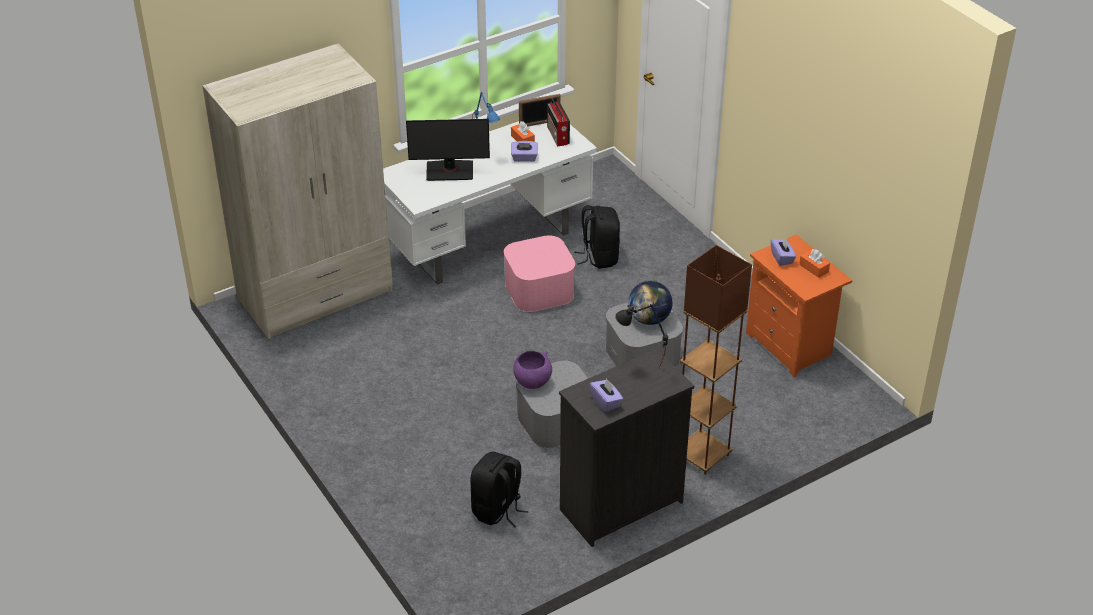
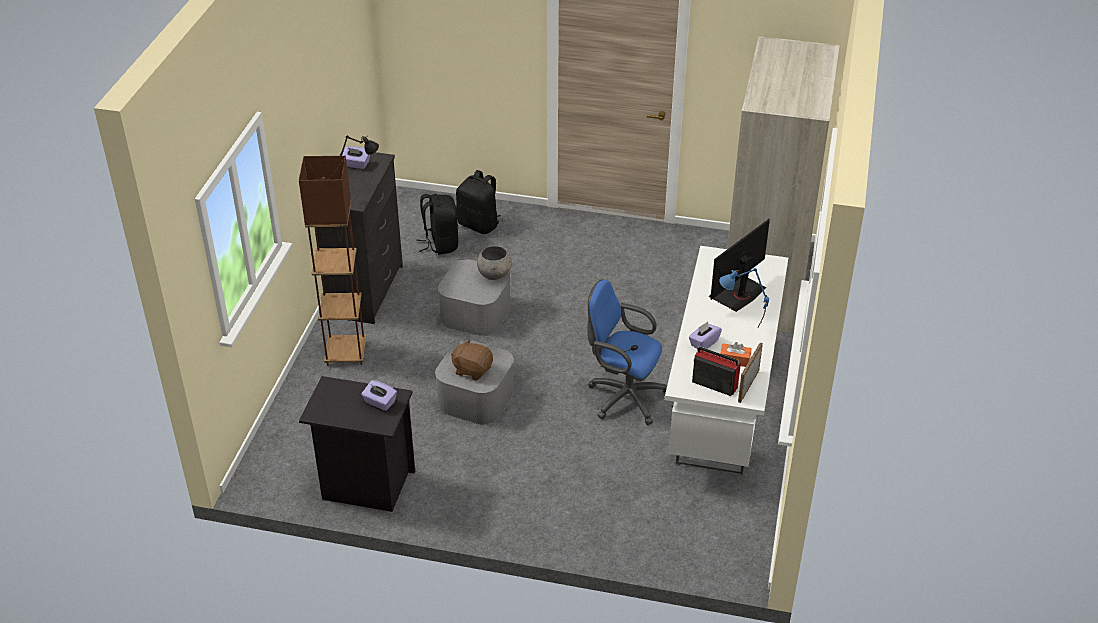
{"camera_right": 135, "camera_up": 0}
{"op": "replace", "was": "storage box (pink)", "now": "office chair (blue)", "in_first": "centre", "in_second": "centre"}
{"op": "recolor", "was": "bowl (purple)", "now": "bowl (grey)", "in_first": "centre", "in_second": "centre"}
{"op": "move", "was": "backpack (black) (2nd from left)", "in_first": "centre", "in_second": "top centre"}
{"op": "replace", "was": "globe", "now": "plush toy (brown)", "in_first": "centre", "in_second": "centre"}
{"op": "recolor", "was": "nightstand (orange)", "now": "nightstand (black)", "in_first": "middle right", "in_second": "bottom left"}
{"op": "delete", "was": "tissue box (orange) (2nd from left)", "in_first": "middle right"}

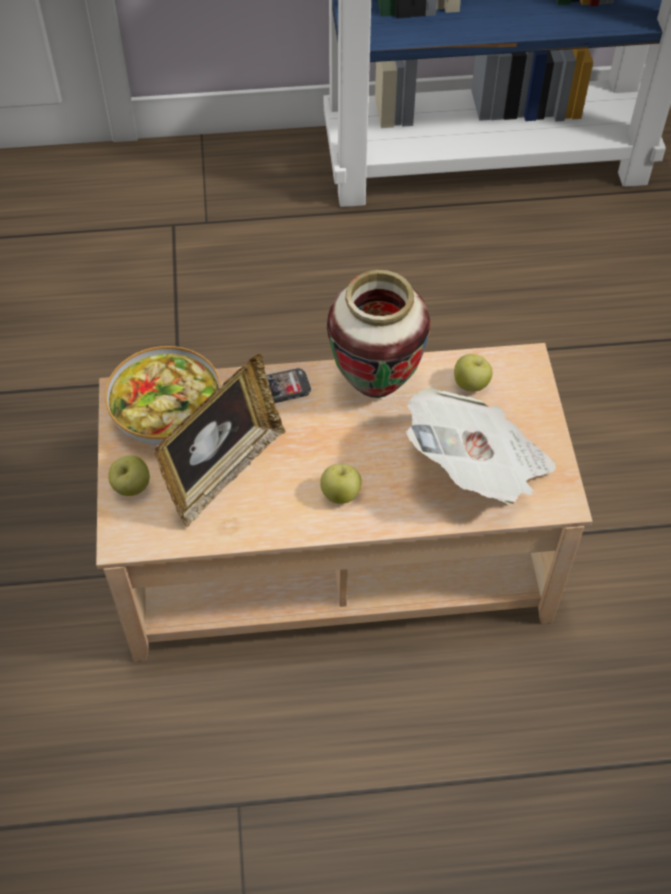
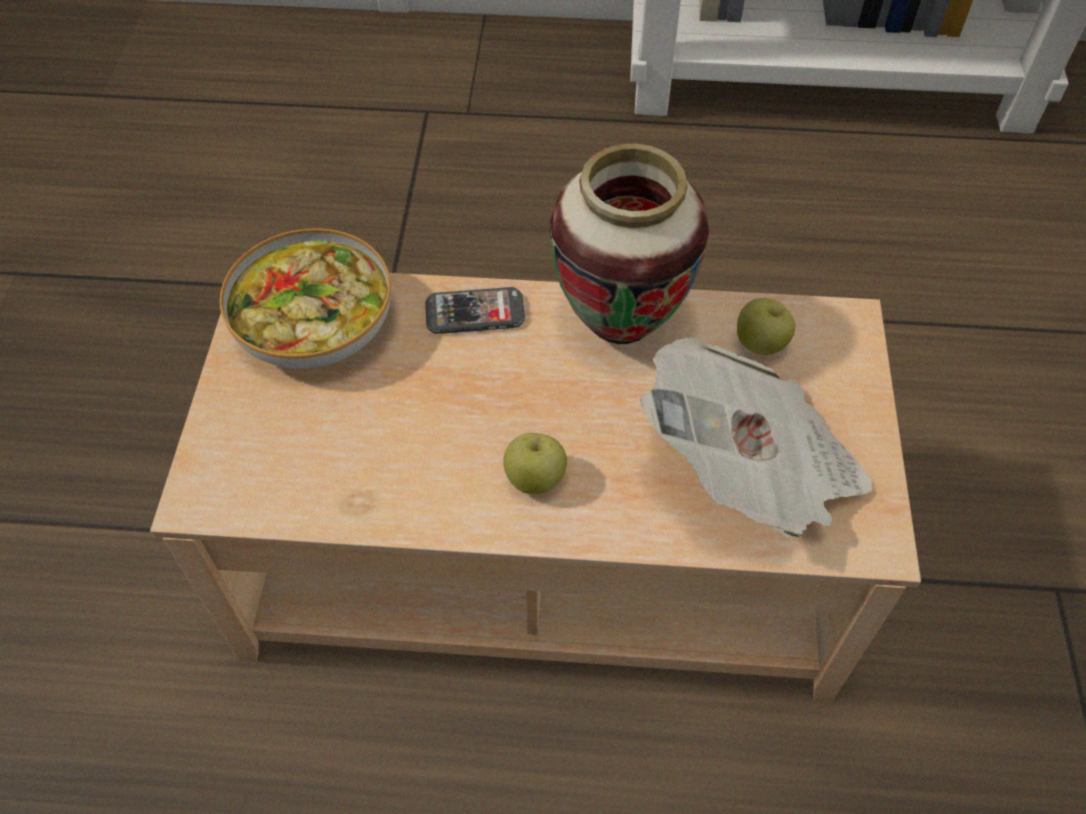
{"camera_right": 10, "camera_up": 0}
{"op": "delete", "was": "apple (1st from left)", "in_first": "middle left"}
{"op": "delete", "was": "picture frame", "in_first": "middle left"}

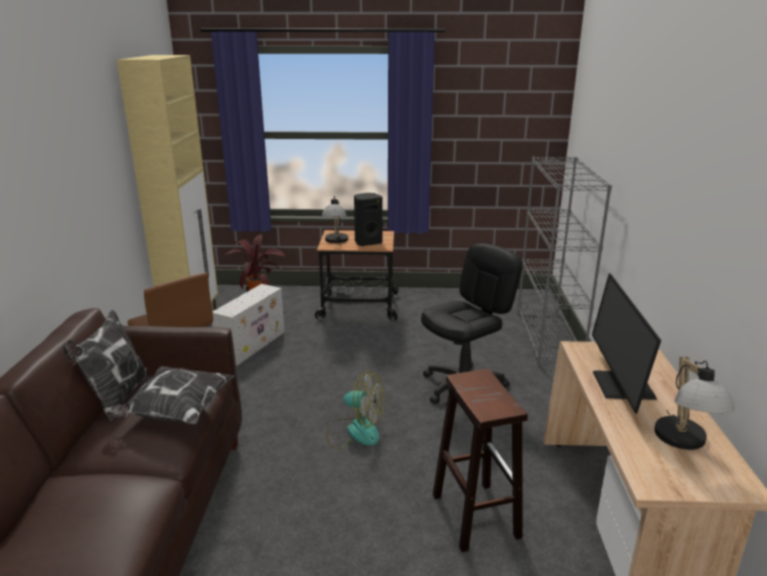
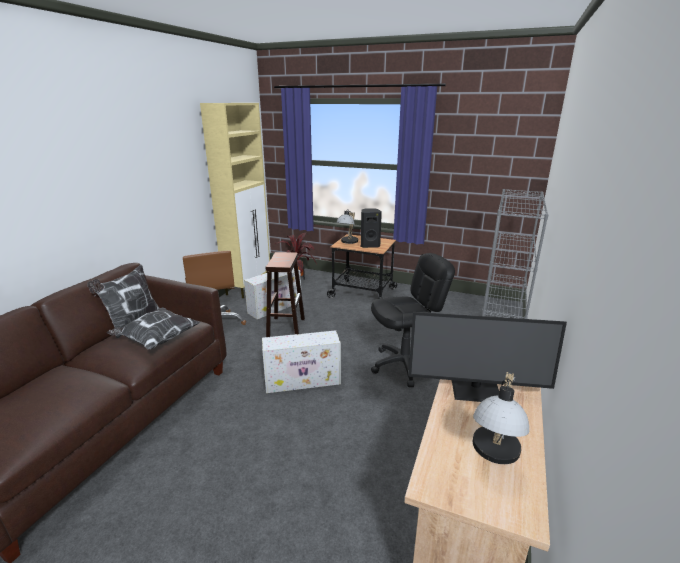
{"camera_right": 20, "camera_up": 0}
{"op": "replace", "was": "fan", "now": "storage box (white) (2nd from left)", "in_first": "bottom centre", "in_second": "centre"}
{"op": "move", "was": "stool (brown)", "in_first": "bottom centre", "in_second": "centre"}
{"op": "rotate", "was": "monitor", "in_first": "middle right", "in_second": "middle right", "clockwise": -105}

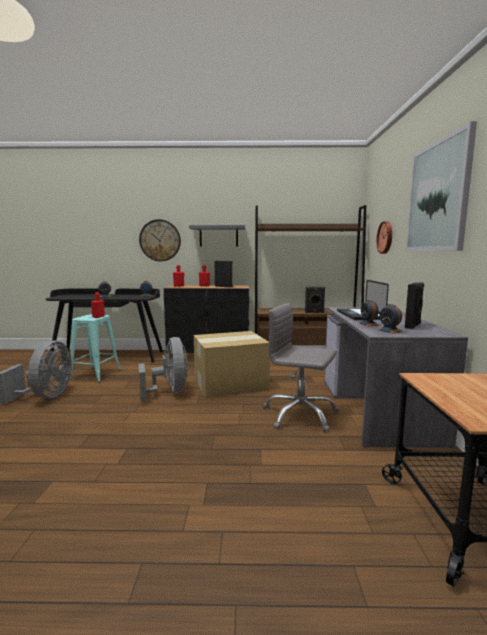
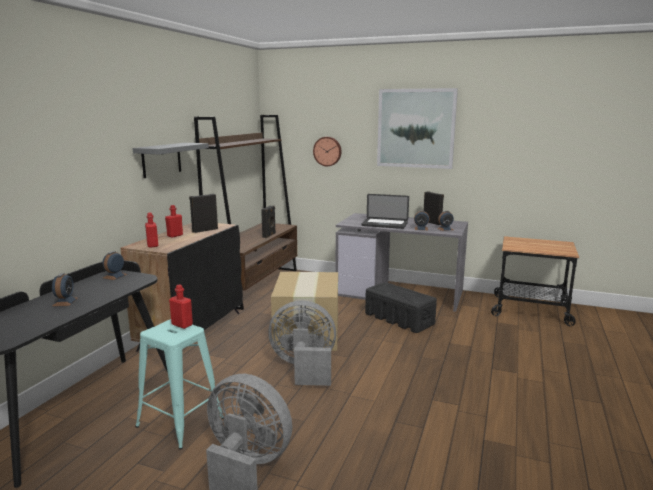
{"camera_right": -70, "camera_up": 5}
{"op": "delete", "was": "wall clock (1st from left)", "in_first": "middle left"}
{"op": "replace", "was": "office chair (grey)", "now": "storage box (black)", "in_first": "centre", "in_second": "centre"}

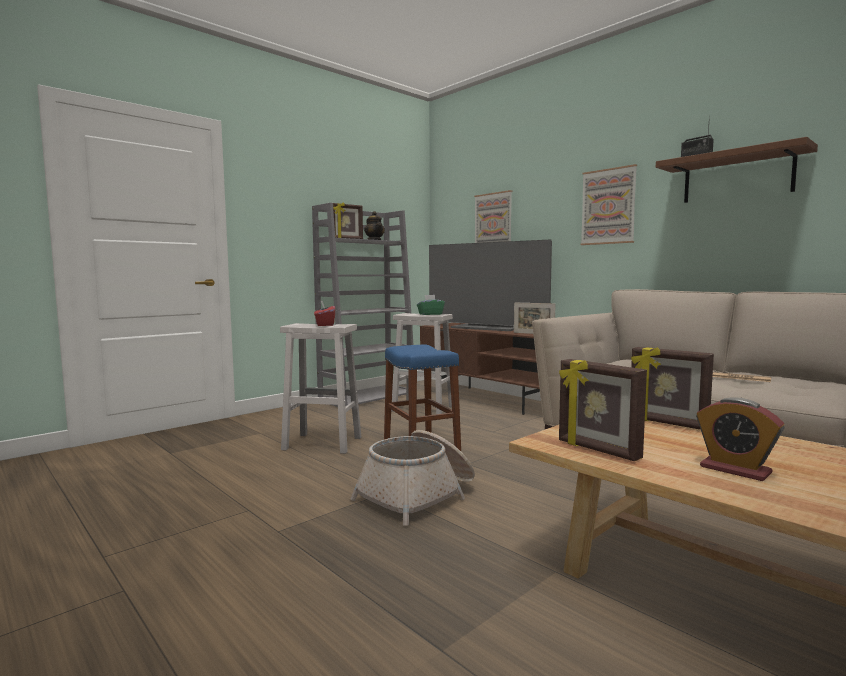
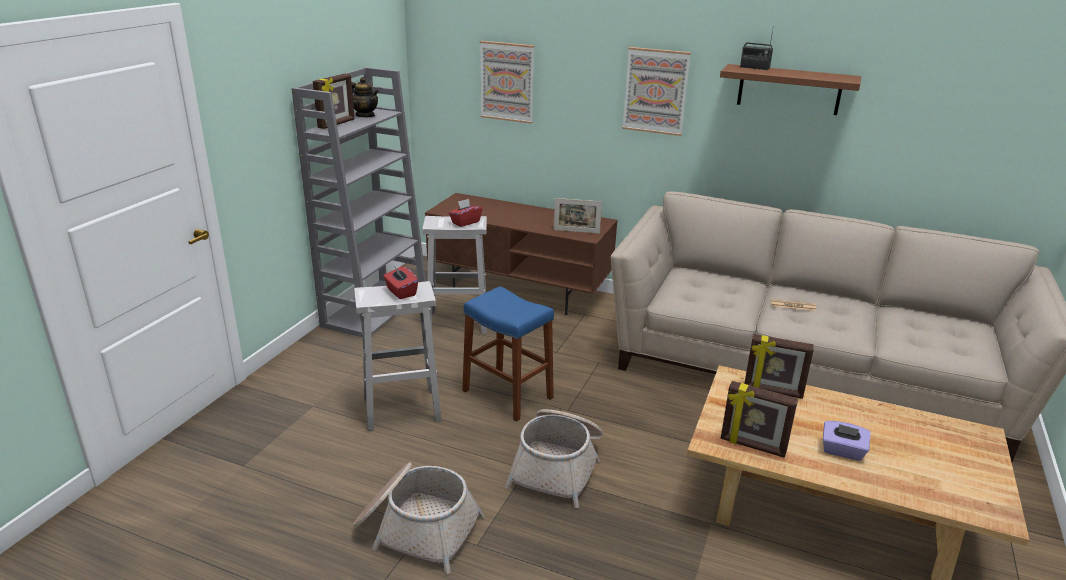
{"camera_right": -25, "camera_up": 20}
{"op": "recolor", "was": "tissue box (green)", "now": "tissue box (red) (2nd from left)", "in_first": "centre", "in_second": "centre"}
{"op": "delete", "was": "television", "in_first": "centre"}
{"op": "replace", "was": "alarm clock", "now": "tissue box (purple)", "in_first": "middle right", "in_second": "bottom right"}
{"op": "insert", "now": "basket (1st from left)", "in_second": "bottom centre"}

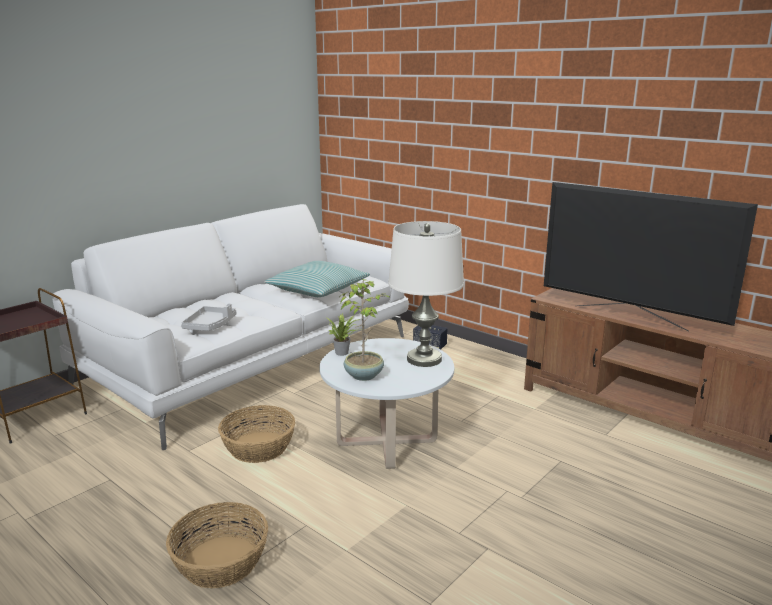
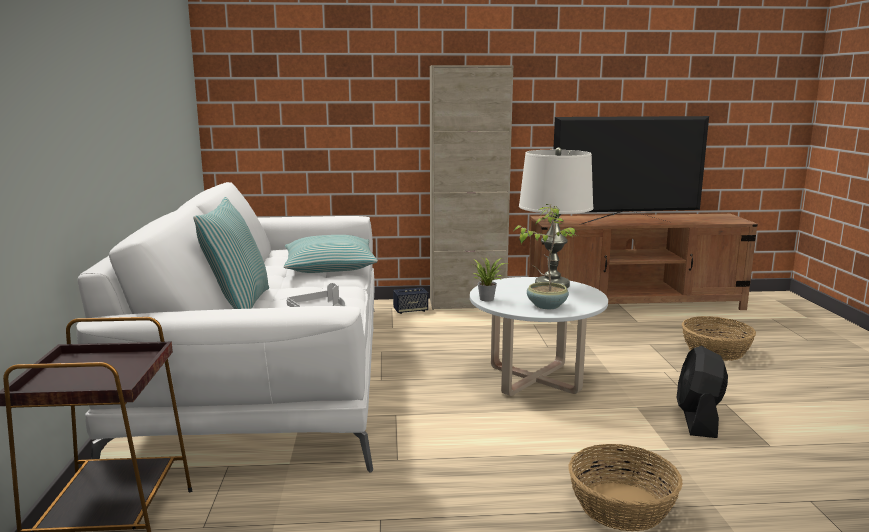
{"camera_right": -45, "camera_up": -5}
{"op": "move", "was": "basket (2nd from left)", "in_first": "bottom left", "in_second": "middle right"}
{"op": "insert", "now": "pillow (1st from left)", "in_second": "middle left"}
{"op": "insert", "now": "cabinet (beige)", "in_second": "centre"}
{"op": "insert", "now": "fan (black)", "in_second": "bottom right"}

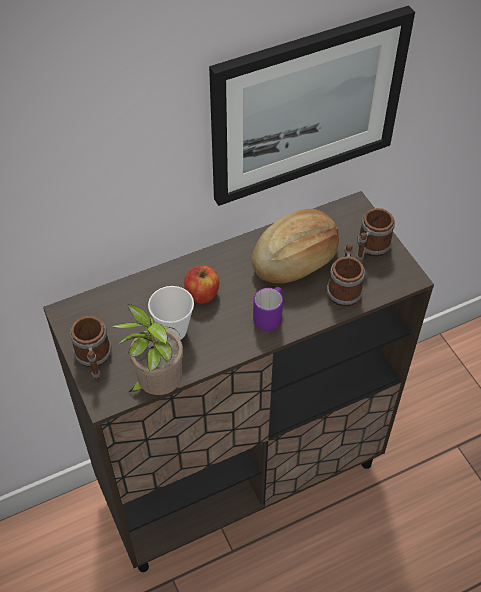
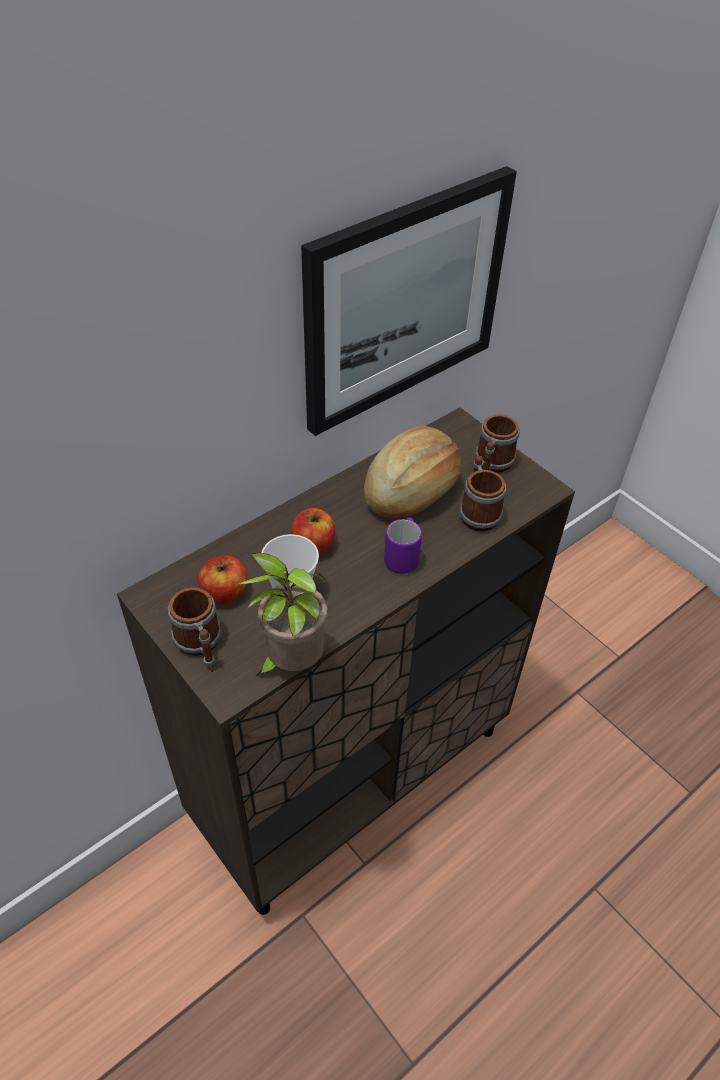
{"camera_right": -15, "camera_up": -5}
{"op": "insert", "now": "apple (1st from left)", "in_second": "middle left"}

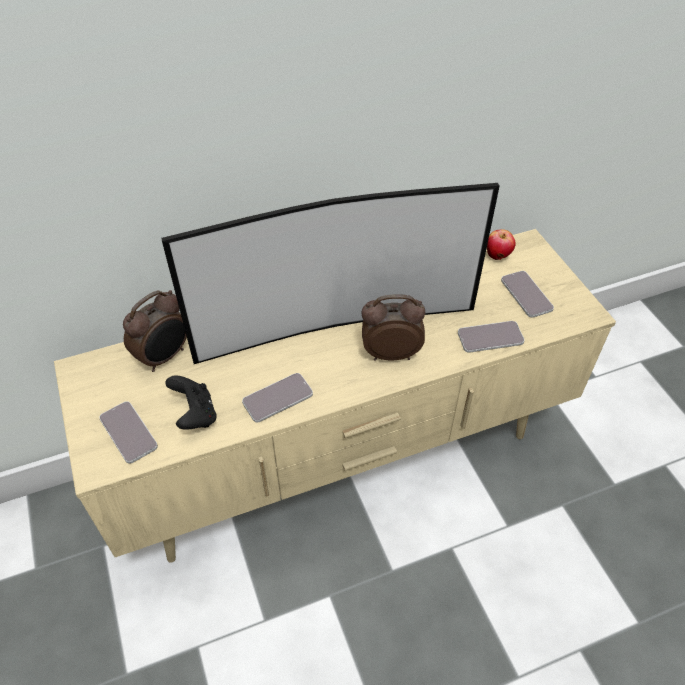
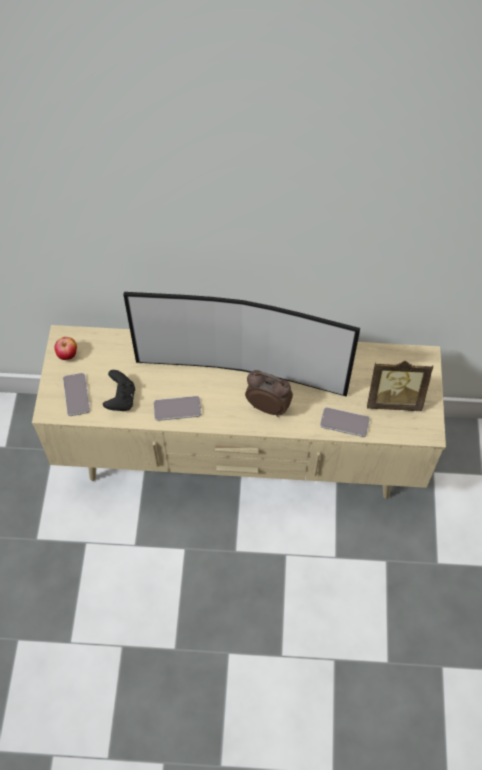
{"camera_right": 25, "camera_up": 10}
{"op": "delete", "was": "alarm clock (1st from left)", "in_first": "middle left"}
{"op": "move", "was": "apple", "in_first": "middle right", "in_second": "middle left"}
{"op": "replace", "was": "phone (4th from left)", "now": "picture frame", "in_first": "middle right", "in_second": "middle right"}

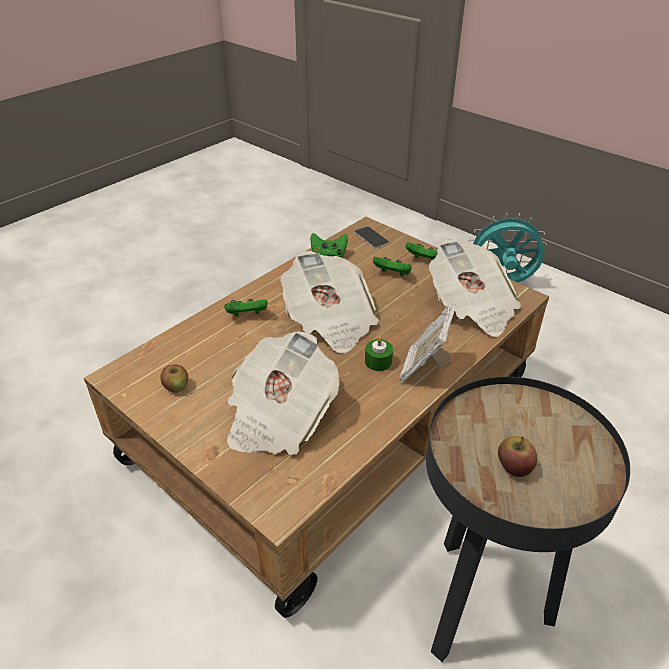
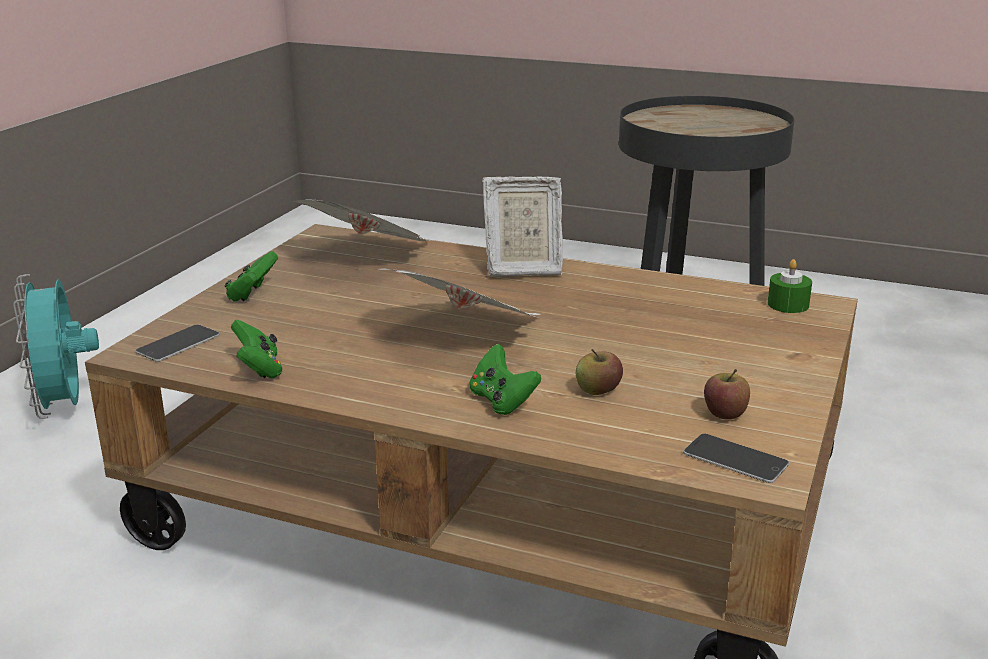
{"camera_right": -110, "camera_up": -15}
{"op": "delete", "was": "newspaper (1st from left)", "in_first": "centre"}
{"op": "move", "was": "candle (green)", "in_first": "centre", "in_second": "middle right"}
{"op": "delete", "was": "game controller (green) (3rd from left)", "in_first": "centre"}
{"op": "move", "was": "apple (2nd from left in the first image)", "now": "apple (1st from left)", "in_first": "bottom right", "in_second": "centre"}
{"op": "insert", "now": "phone (2nd from left)", "in_second": "bottom right"}

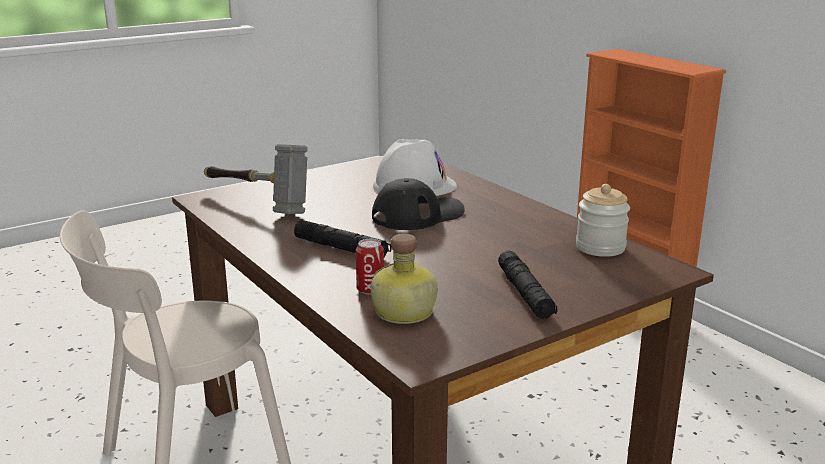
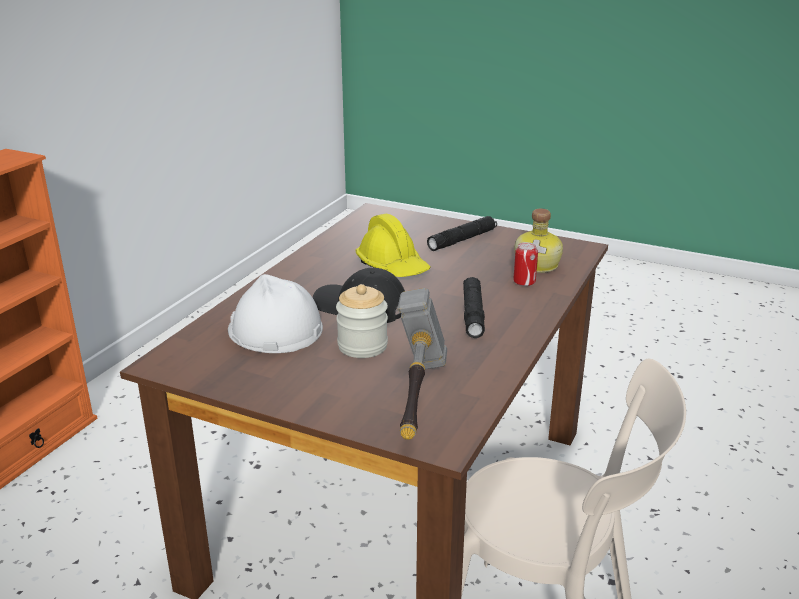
{"camera_right": -120, "camera_up": 5}
{"op": "move", "was": "jar", "in_first": "middle right", "in_second": "centre"}
{"op": "insert", "now": "hard hat (yellow)", "in_second": "centre"}

